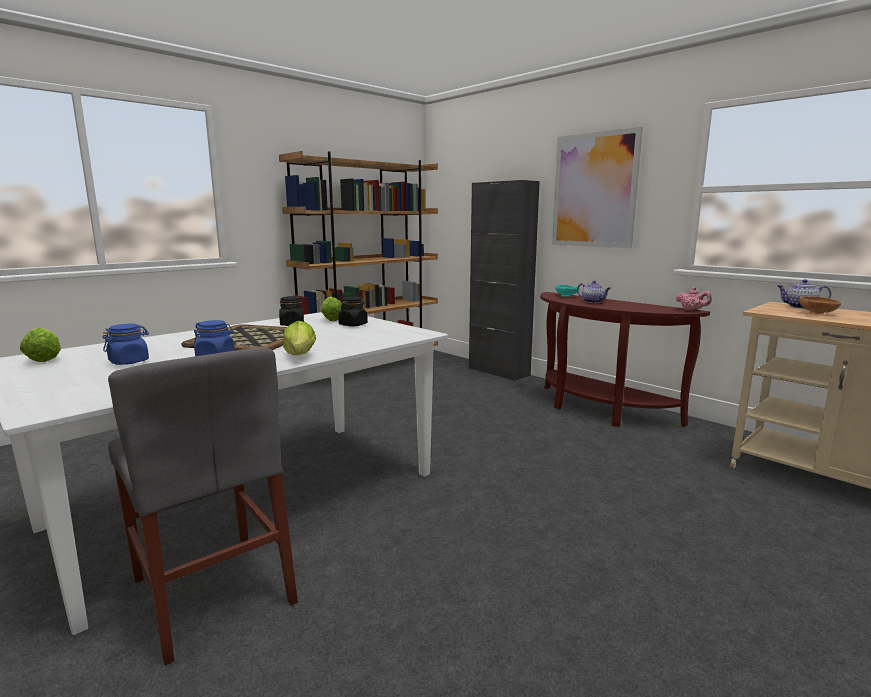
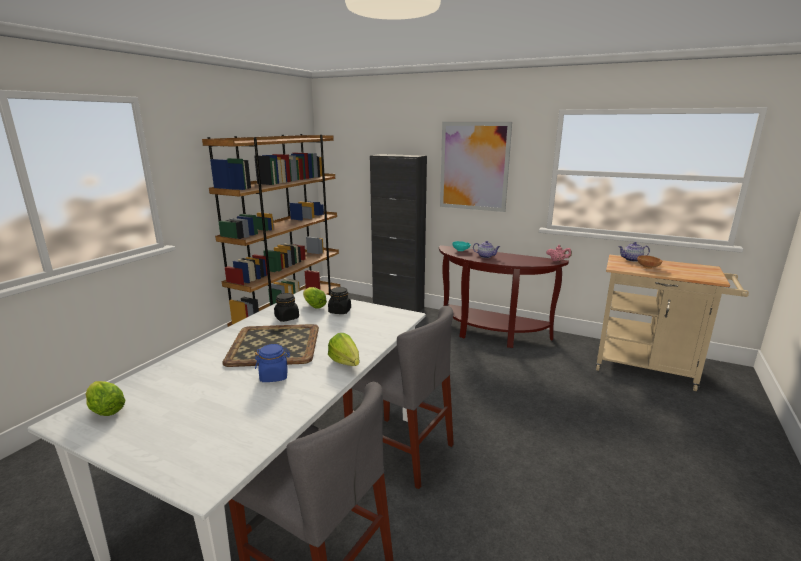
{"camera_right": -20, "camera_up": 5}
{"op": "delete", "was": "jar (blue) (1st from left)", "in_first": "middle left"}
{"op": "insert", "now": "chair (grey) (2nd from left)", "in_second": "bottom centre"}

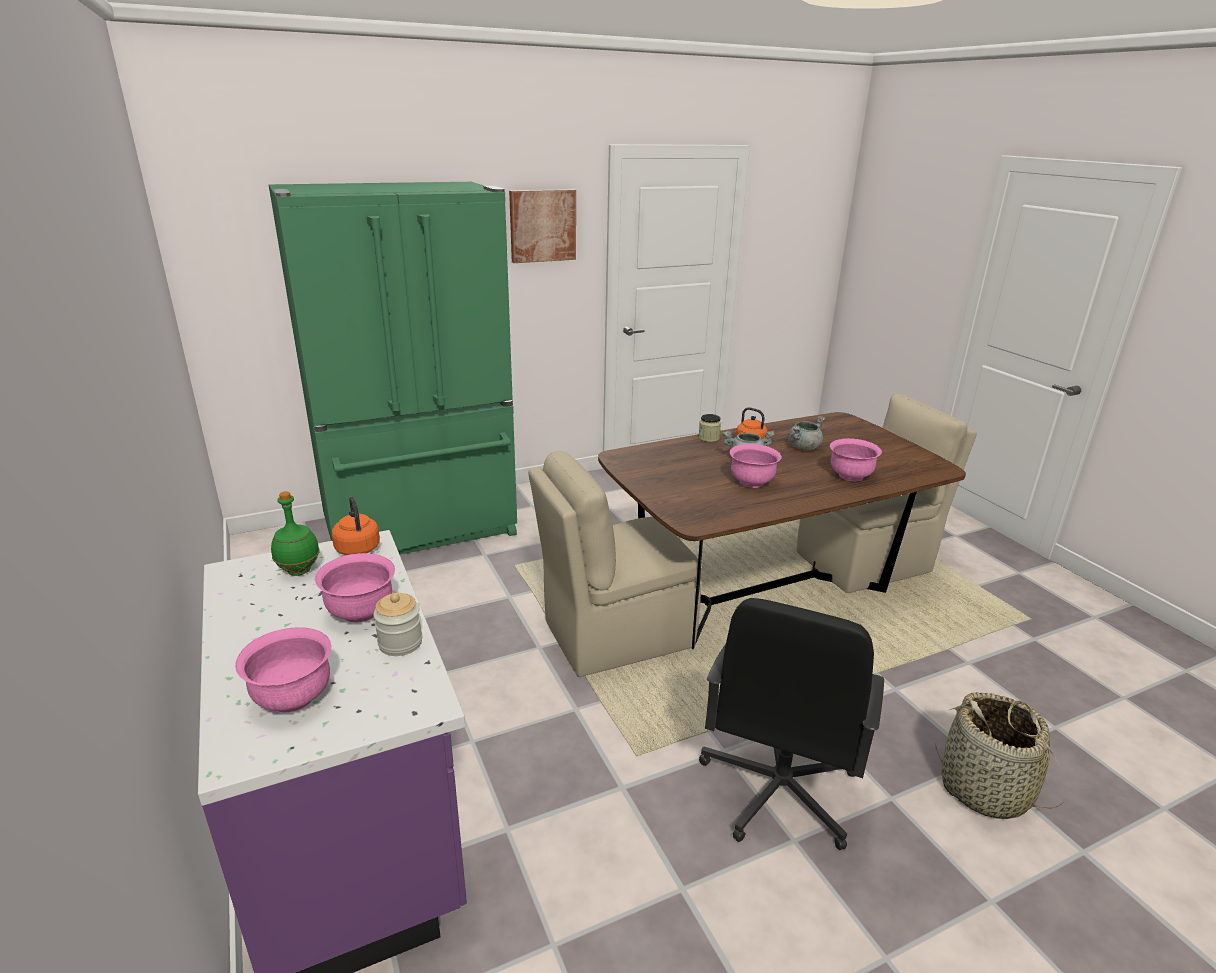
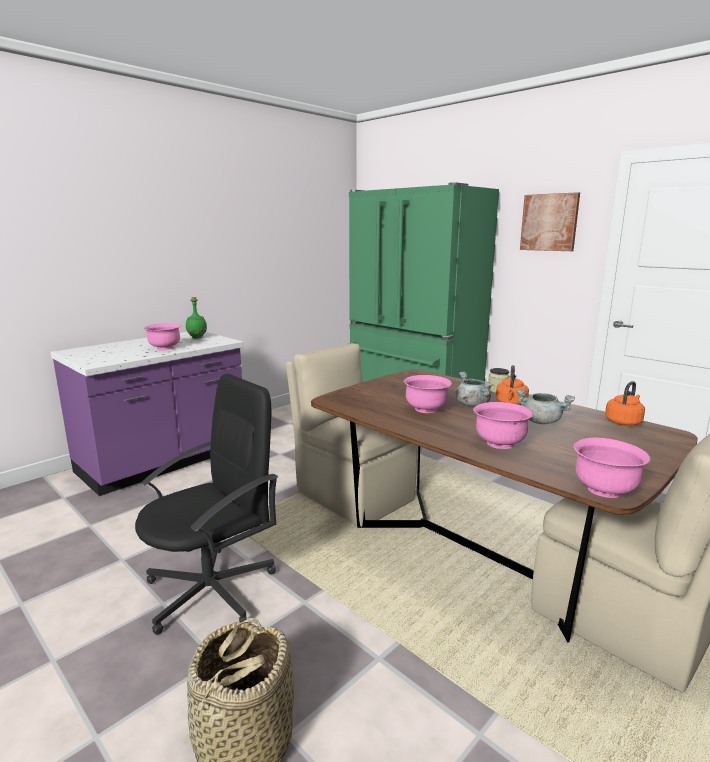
{"camera_right": 70, "camera_up": -10}
{"op": "move", "was": "bowl (pink) (1st from left in the first image)", "now": "bowl (pink) (4th from left)", "in_first": "bottom left", "in_second": "middle right"}
{"op": "move", "was": "kettle (orange) (1st from left in the first image)", "now": "kettle (orange) (2nd from left)", "in_first": "middle left", "in_second": "middle right"}
{"op": "delete", "was": "jar (1st from left)", "in_first": "middle left"}
{"op": "rotate", "was": "office chair (black)", "in_first": "bottom centre", "in_second": "middle left", "clockwise": 135}

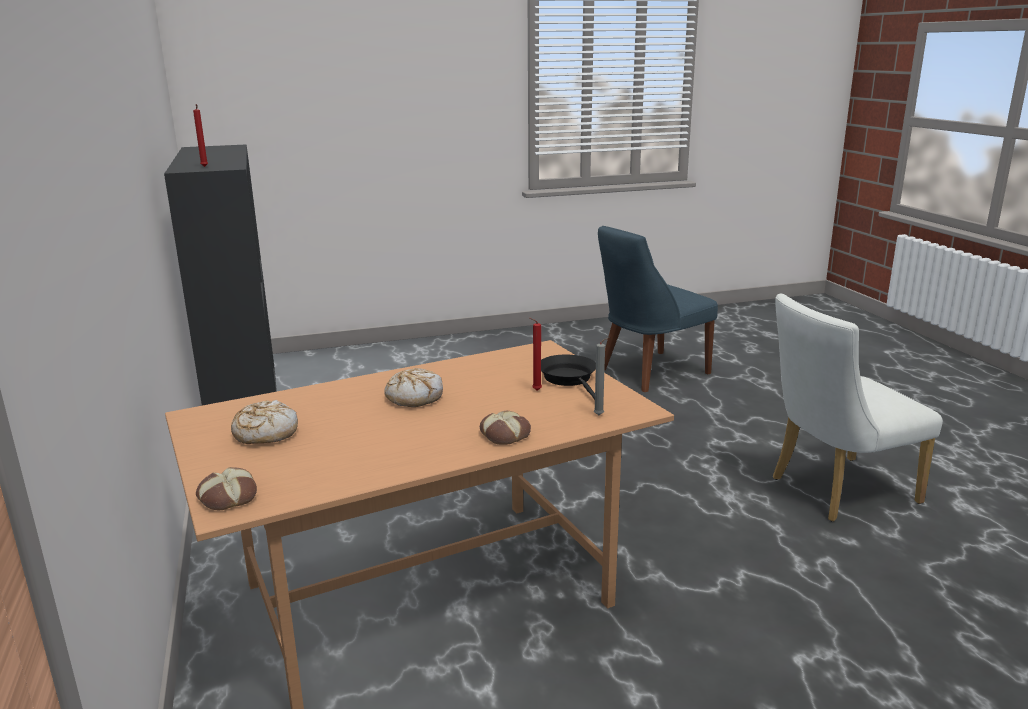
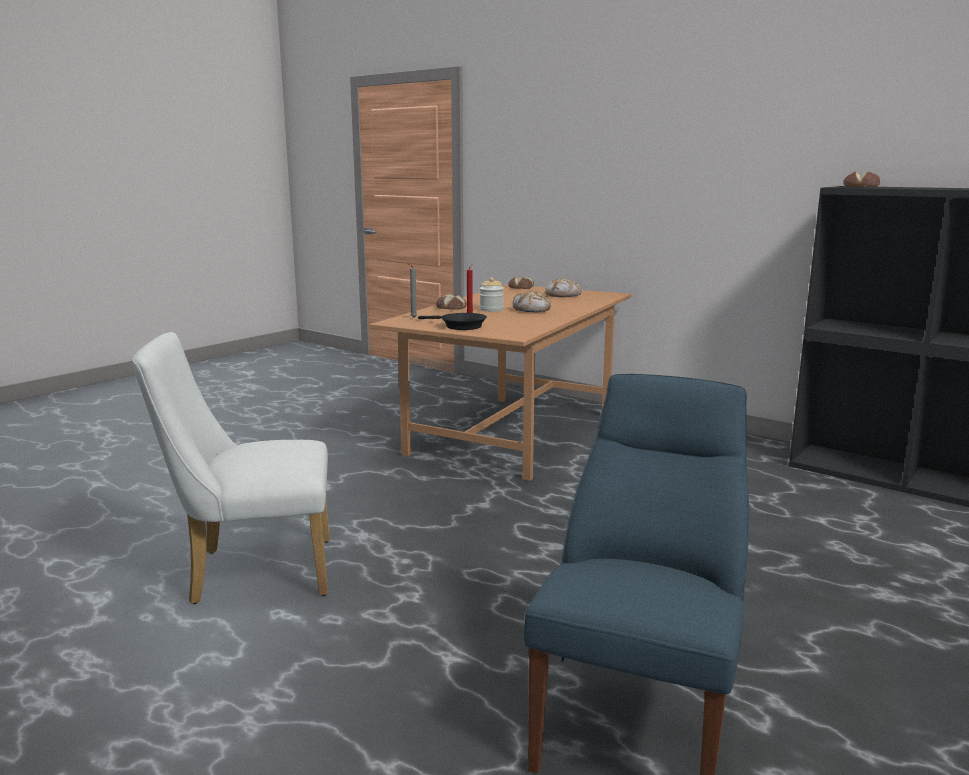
{"camera_right": 145, "camera_up": -5}
{"op": "replace", "was": "candle (red) (1st from left)", "now": "bread (5th from left)", "in_first": "top left", "in_second": "top right"}
{"op": "rotate", "was": "chair (white)", "in_first": "middle right", "in_second": "middle left", "clockwise": -135}
{"op": "insert", "now": "jar", "in_second": "centre"}

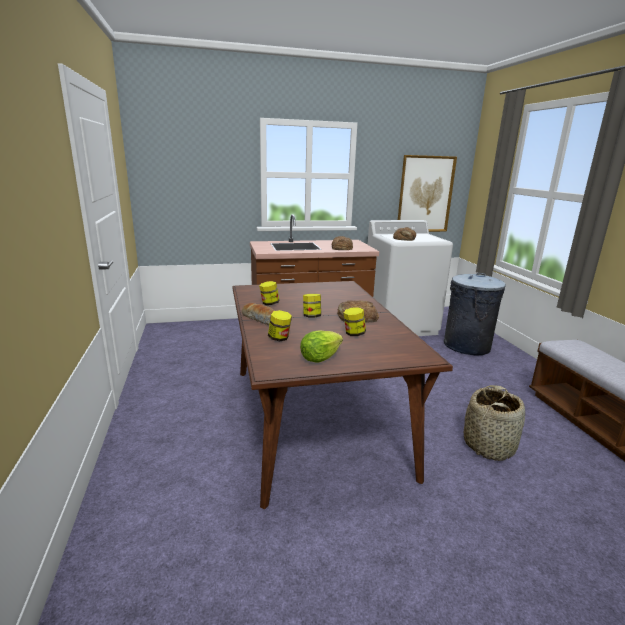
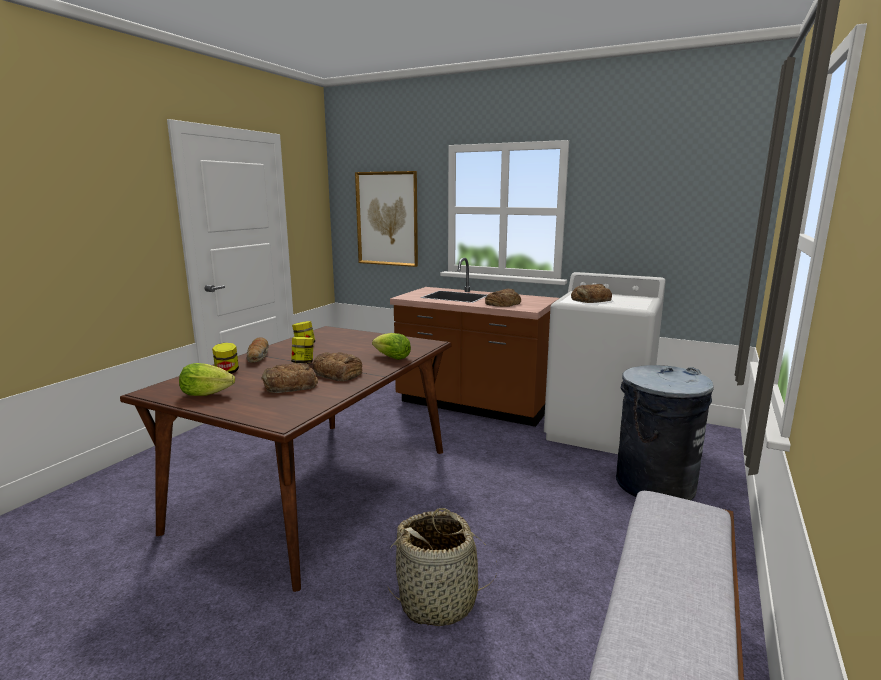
{"camera_right": 40, "camera_up": -5}
{"op": "replace", "was": "jar (4th from left)", "now": "bread (2nd from left)", "in_first": "centre", "in_second": "middle left"}
{"op": "move", "was": "picture", "in_first": "top right", "in_second": "top centre"}
{"op": "insert", "now": "lettuce (2nd from left)", "in_second": "centre"}

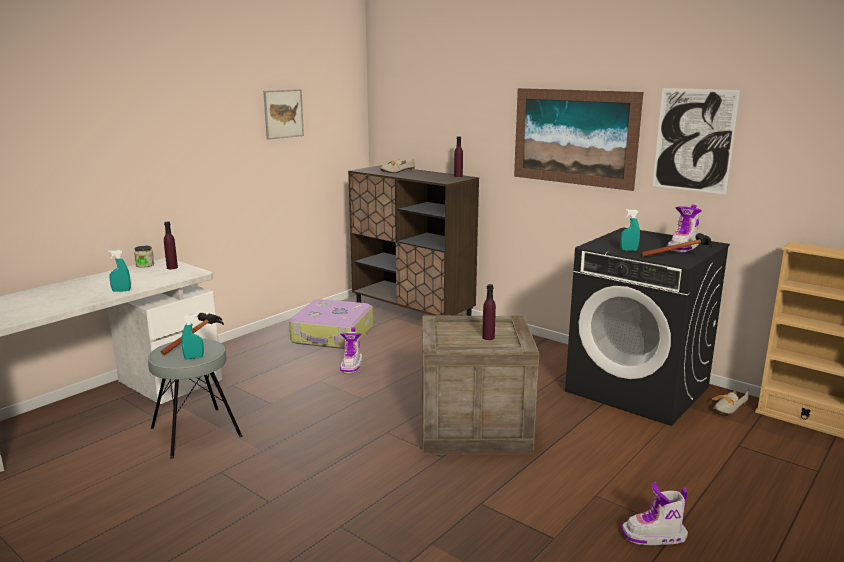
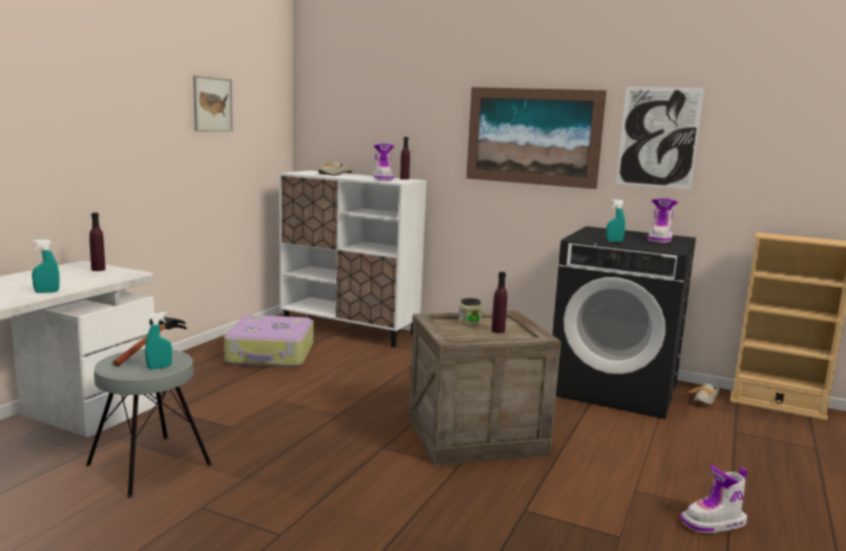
{"camera_right": -15, "camera_up": -5}
{"op": "move", "was": "jar", "in_first": "middle left", "in_second": "centre"}
{"op": "move", "was": "boot (1st from left)", "in_first": "centre", "in_second": "top centre"}
{"op": "recolor", "was": "cabinet (brown)", "now": "cabinet (white)", "in_first": "centre", "in_second": "centre"}
{"op": "delete", "was": "hammer (2nd from left)", "in_first": "middle right"}

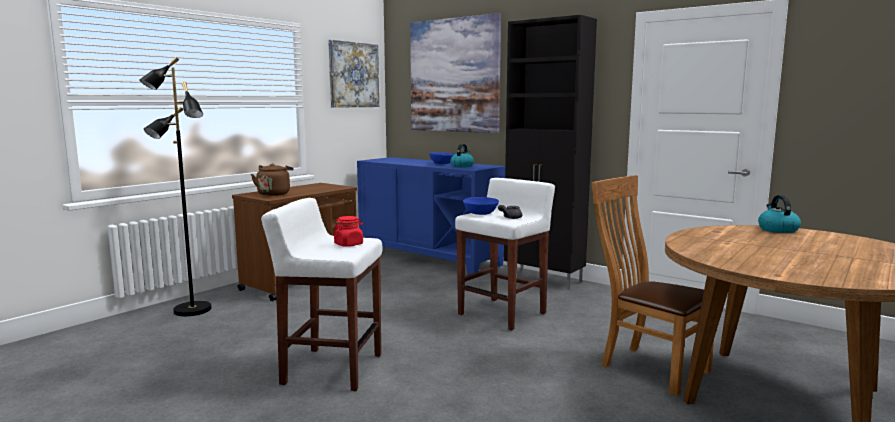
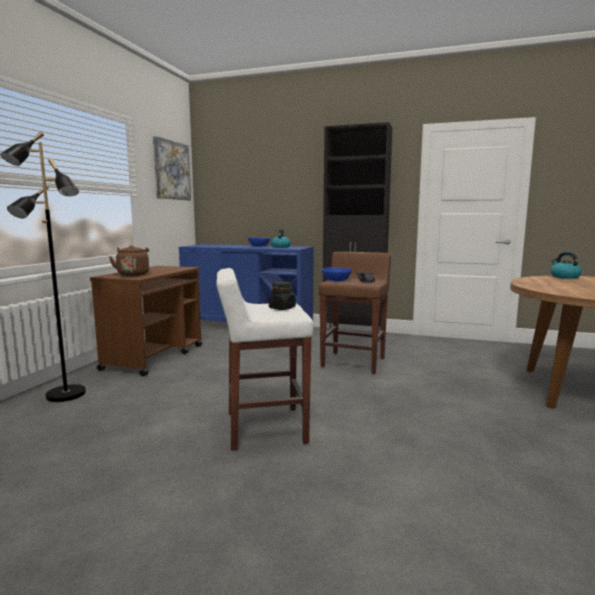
{"camera_right": -20, "camera_up": 0}
{"op": "recolor", "was": "jar (red)", "now": "jar (black)", "in_first": "centre", "in_second": "centre"}
{"op": "delete", "was": "picture (2nd from left)", "in_first": "top centre"}
{"op": "recolor", "was": "stool (white) (2nd from left)", "now": "stool (brown)", "in_first": "centre", "in_second": "centre"}
{"op": "delete", "was": "chair (brown)", "in_first": "bottom right"}

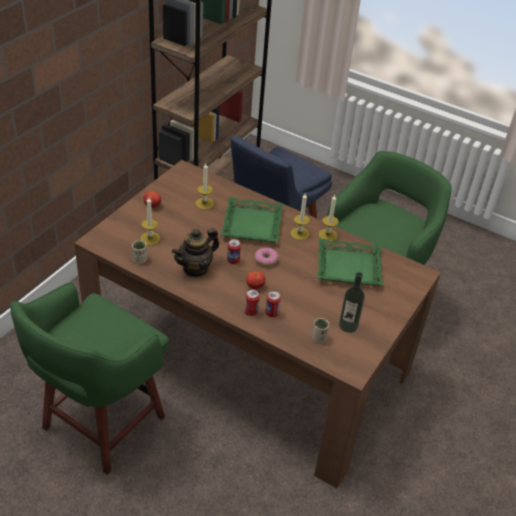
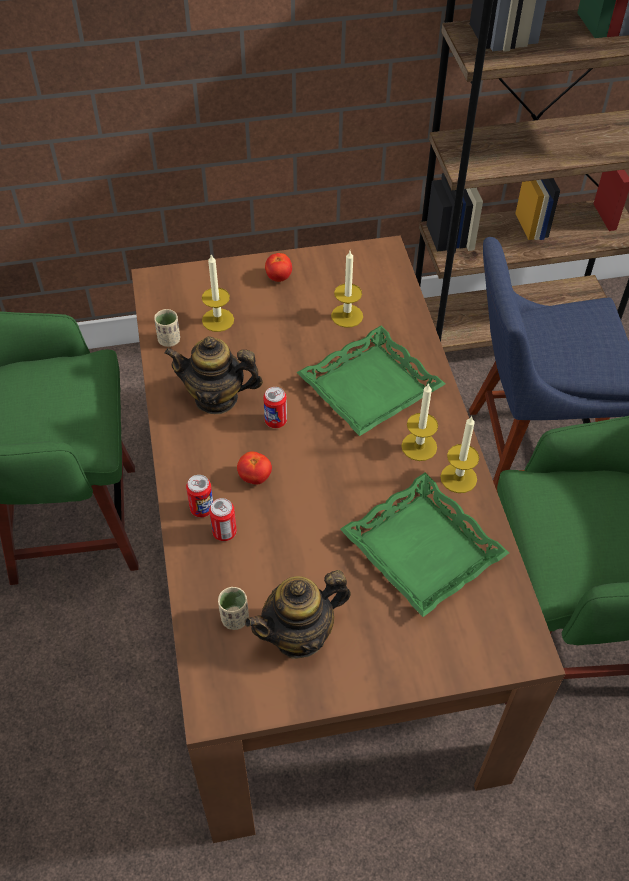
{"camera_right": 50, "camera_up": 10}
{"op": "delete", "was": "donut", "in_first": "centre"}
{"op": "replace", "was": "bottle", "now": "teapot (2nd from left)", "in_first": "middle right", "in_second": "bottom centre"}

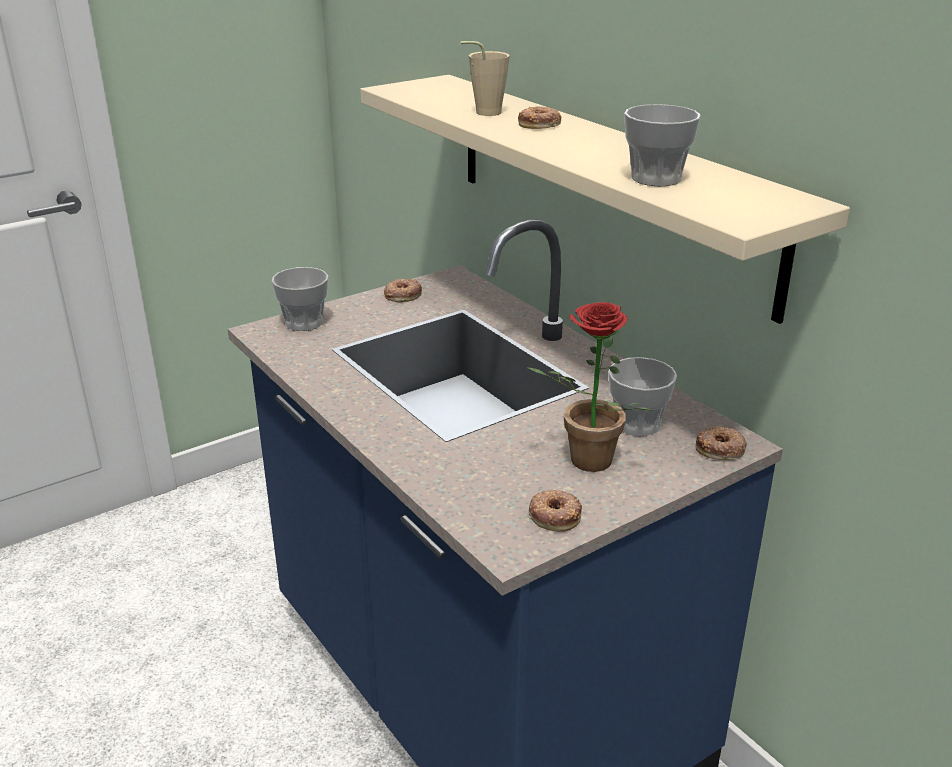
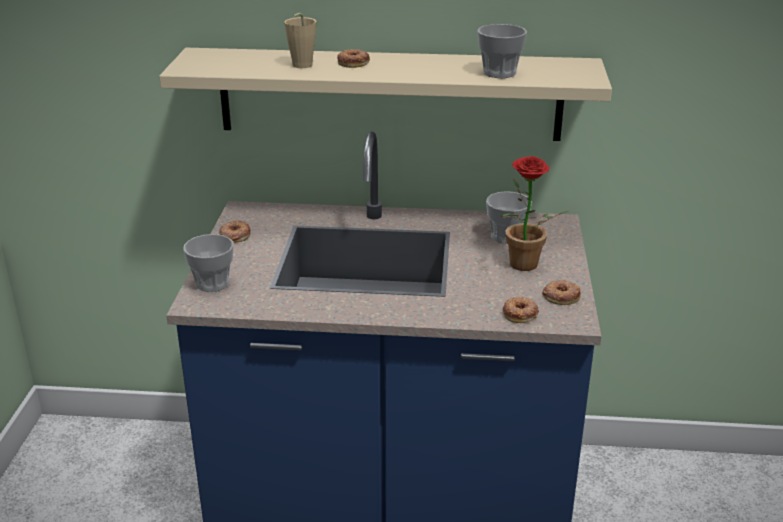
{"camera_right": -50, "camera_up": 0}
{"op": "move", "was": "donut (4th from left in the first image)", "now": "donut (3rd from left)", "in_first": "middle right", "in_second": "centre"}

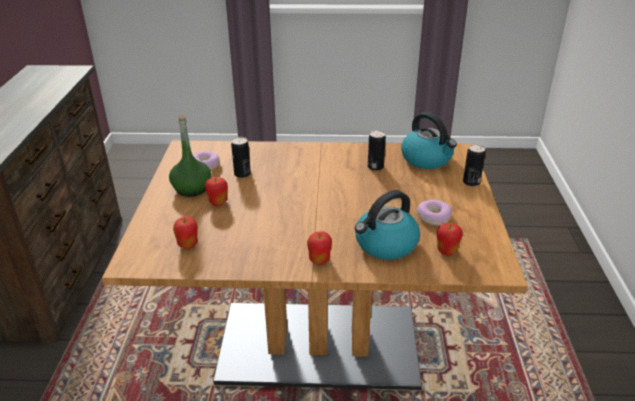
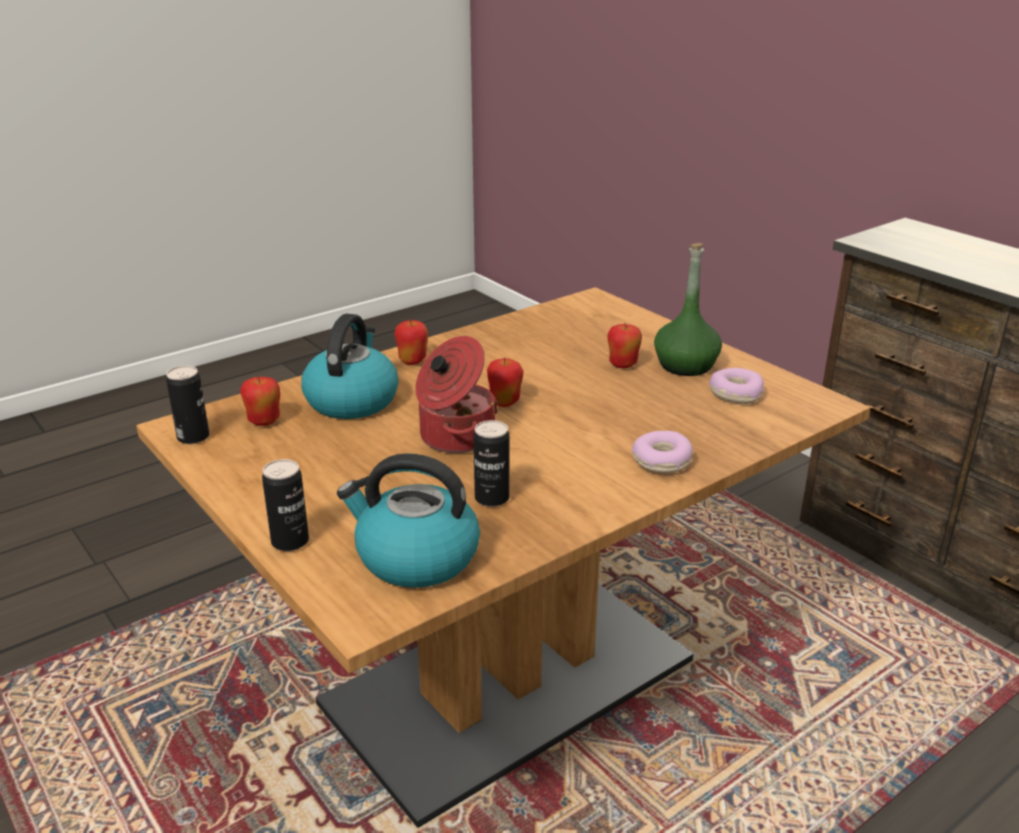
{"camera_right": 140, "camera_up": -5}
{"op": "move", "was": "apple (1st from left in the first image)", "now": "apple (3rd from left)", "in_first": "middle left", "in_second": "centre"}
{"op": "move", "was": "can (1st from left)", "in_first": "centre", "in_second": "middle left"}
{"op": "move", "was": "donut (2nd from left in the first image)", "now": "donut (1st from left)", "in_first": "middle right", "in_second": "centre"}
{"op": "insert", "now": "cooking pot", "in_second": "centre"}

